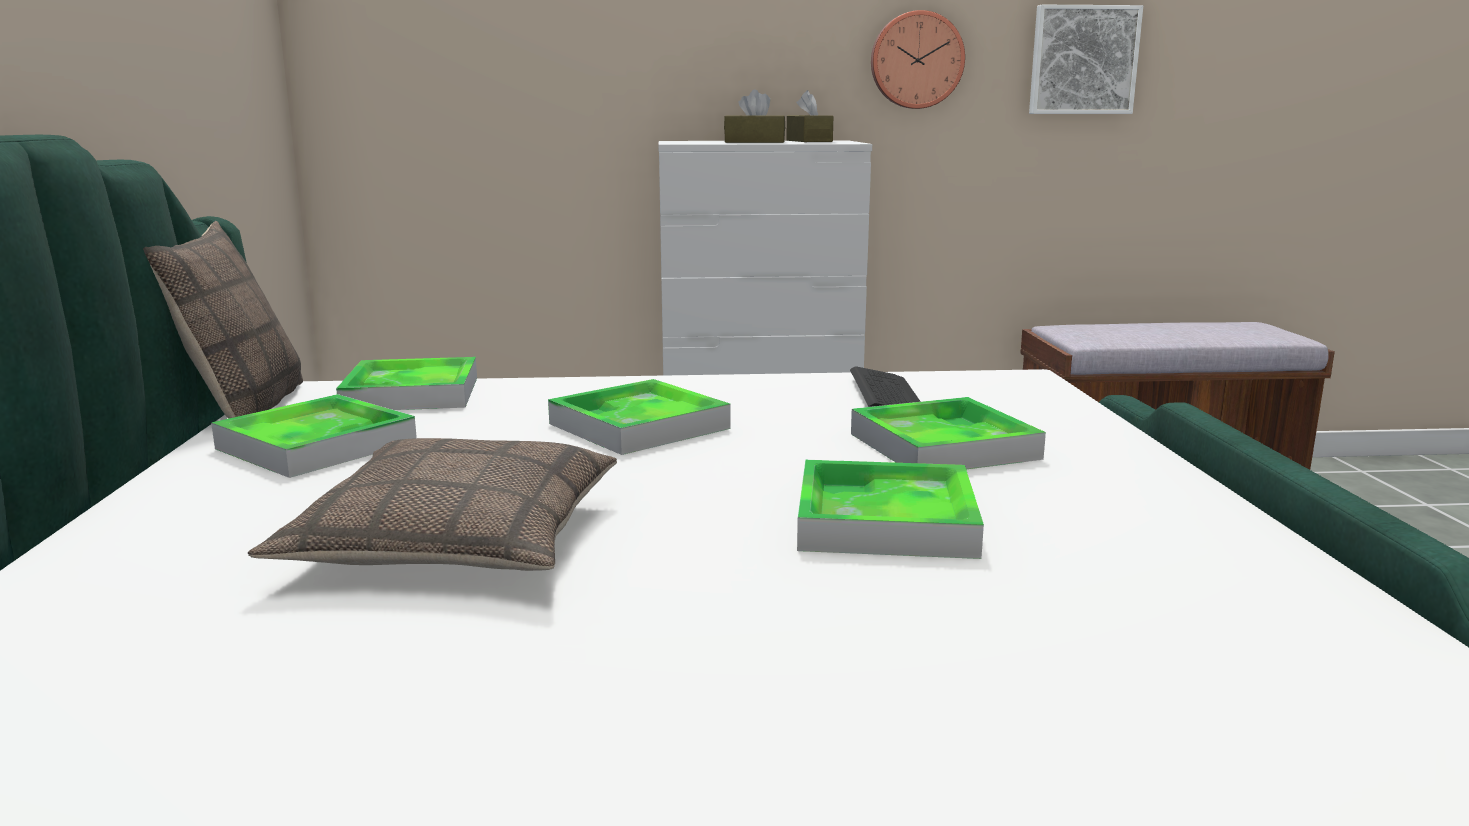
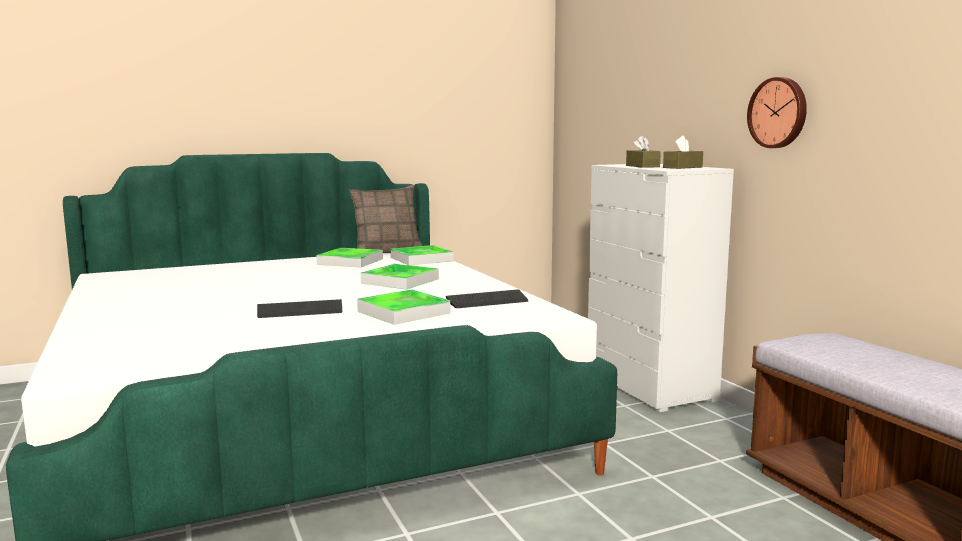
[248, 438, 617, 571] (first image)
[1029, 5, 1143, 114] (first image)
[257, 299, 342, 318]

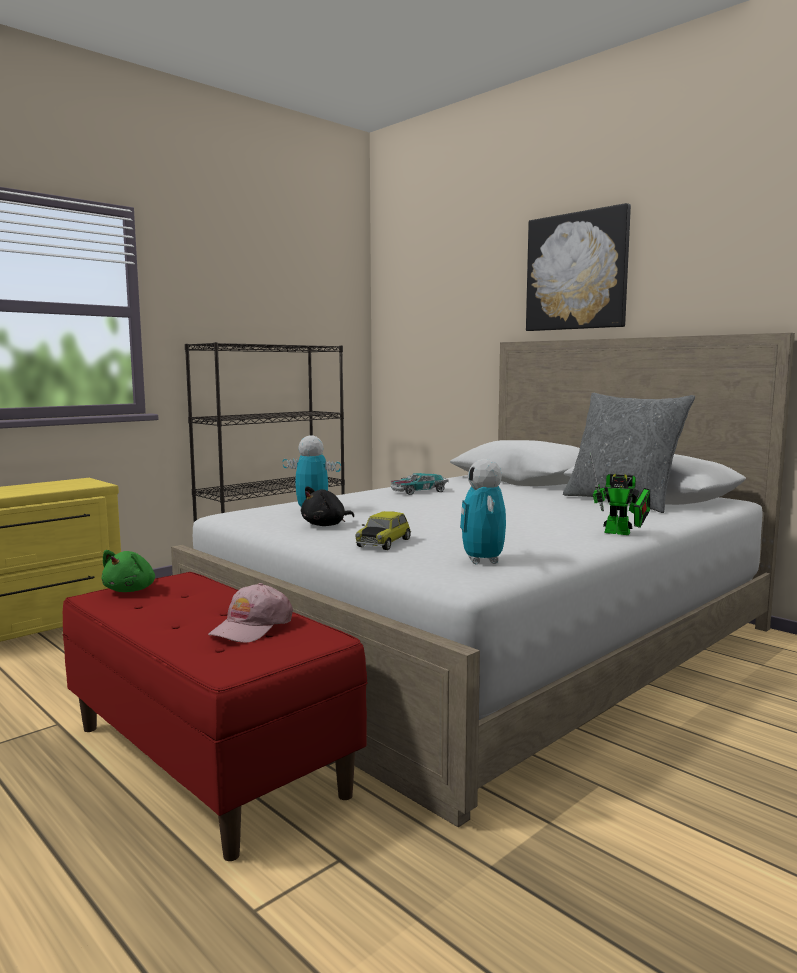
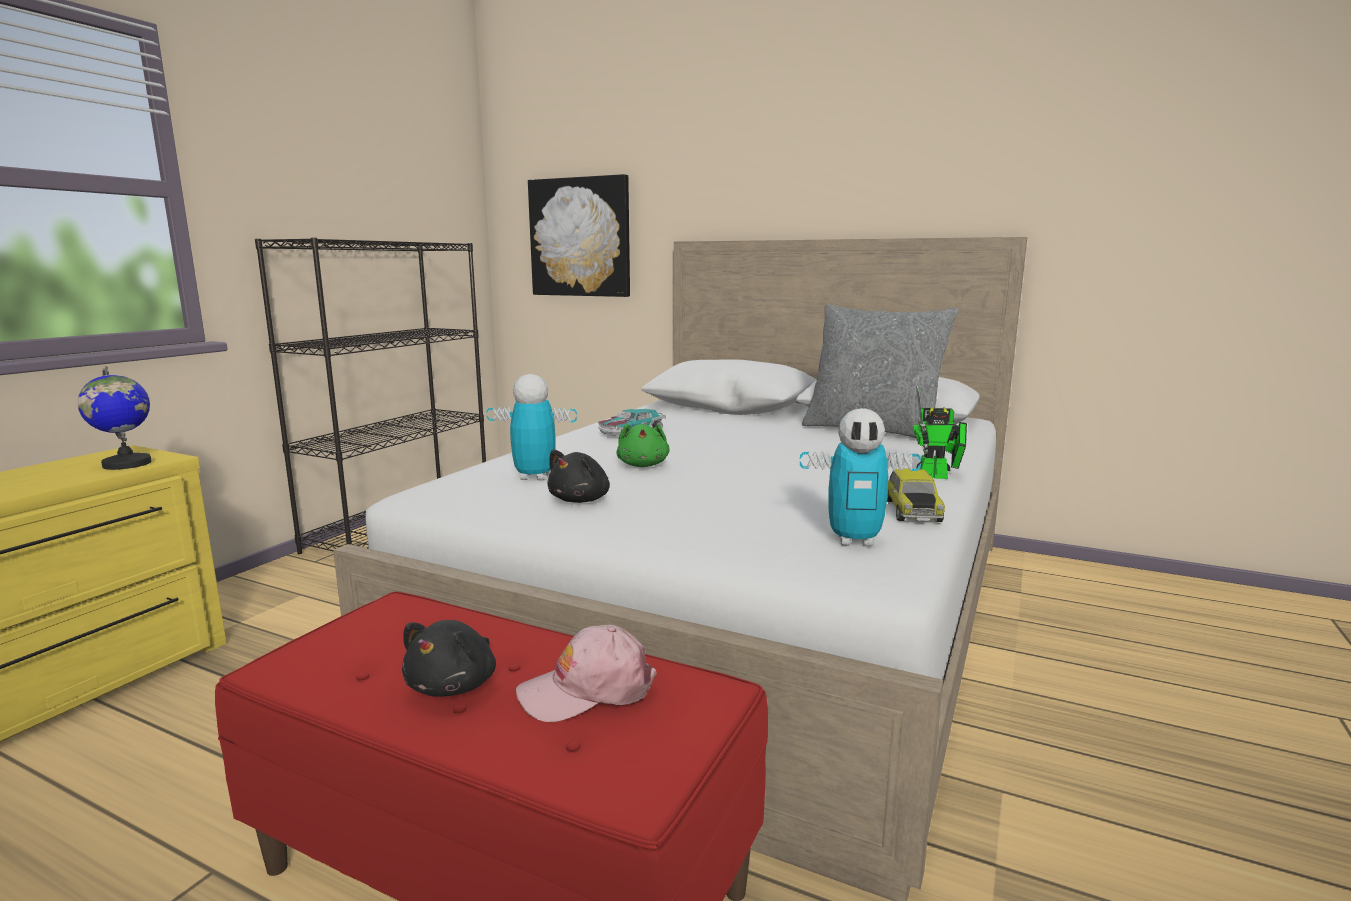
[78, 366, 152, 470]
[402, 620, 496, 697]
[616, 424, 670, 467]
[887, 468, 945, 522]
[528, 174, 630, 297]
[516, 625, 657, 722]
[800, 408, 921, 546]

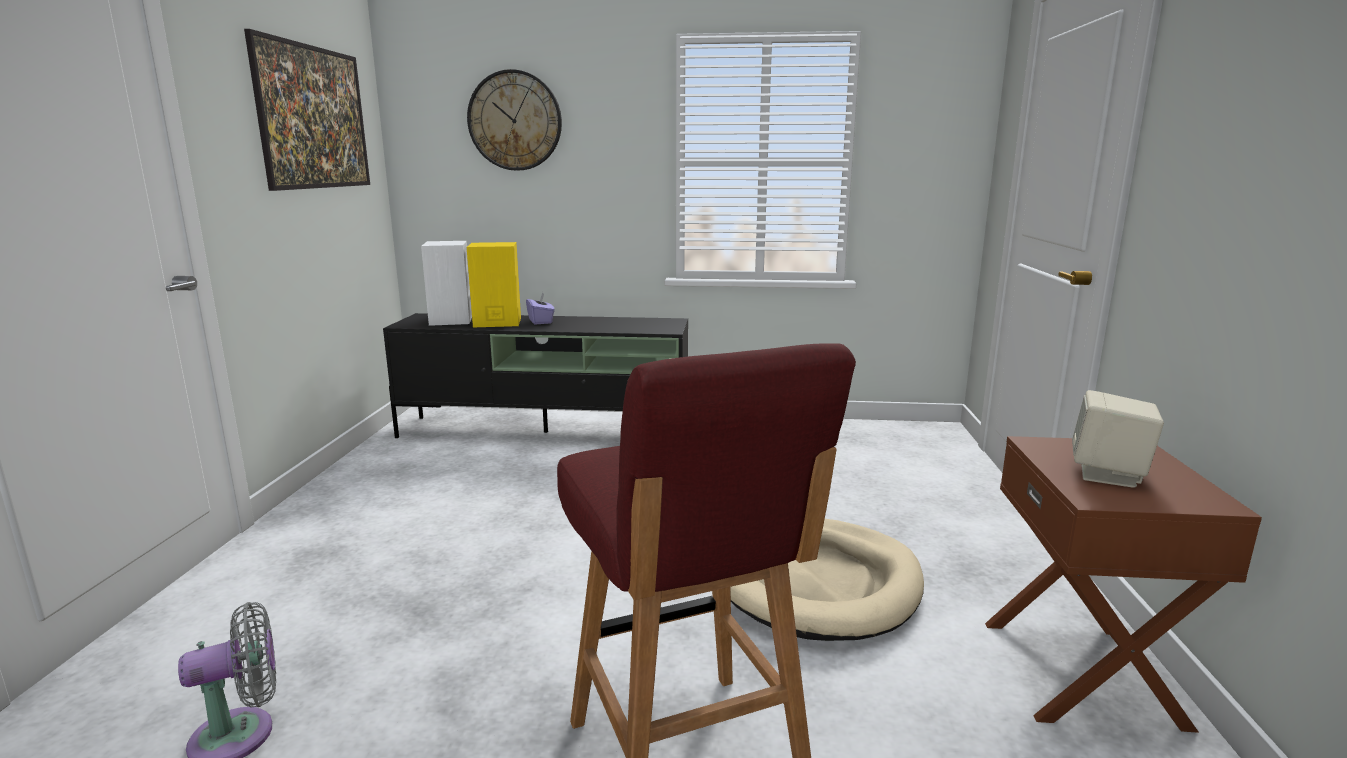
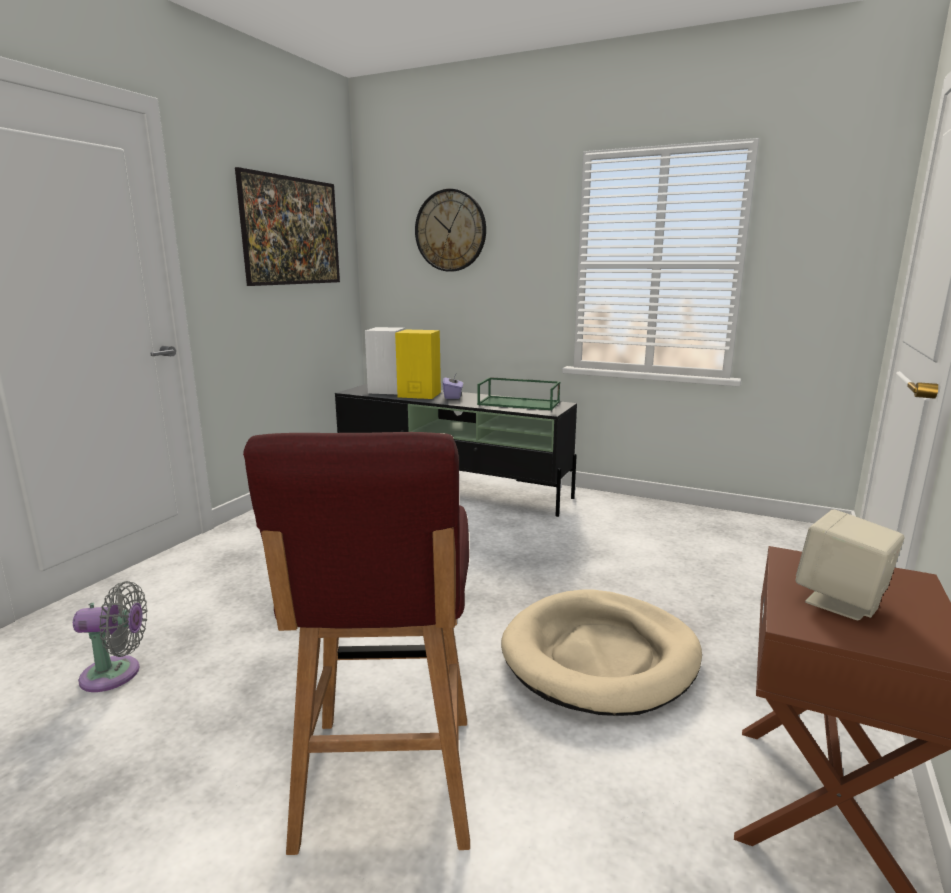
[477, 377, 561, 410]

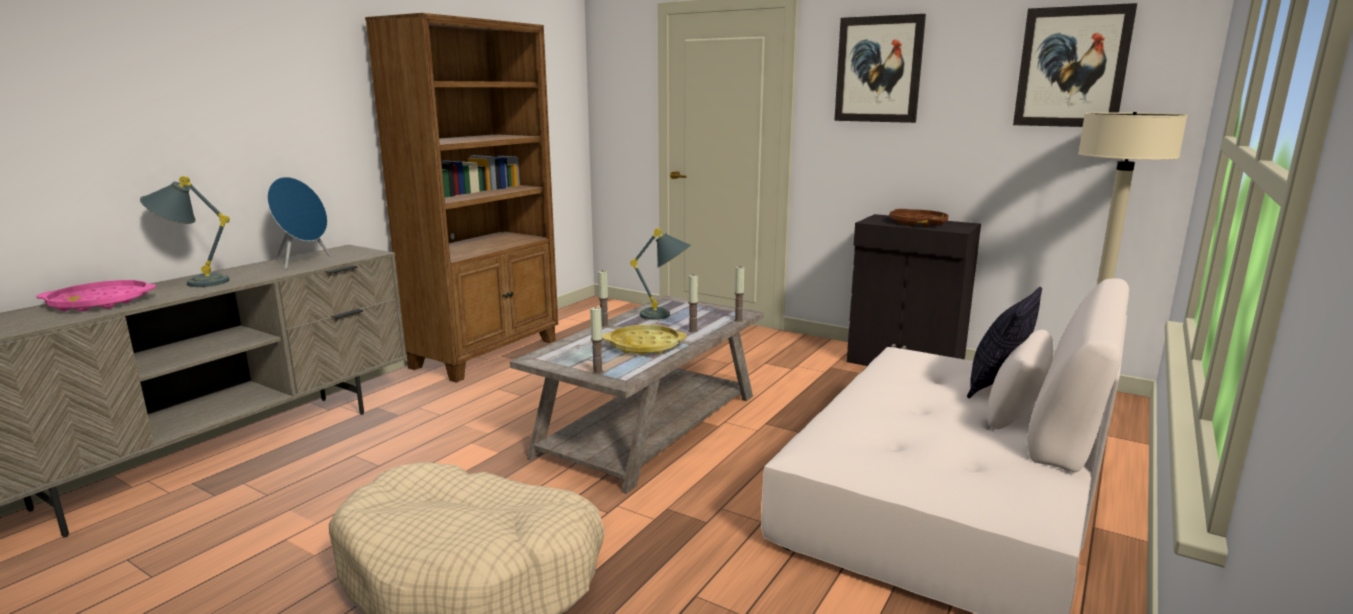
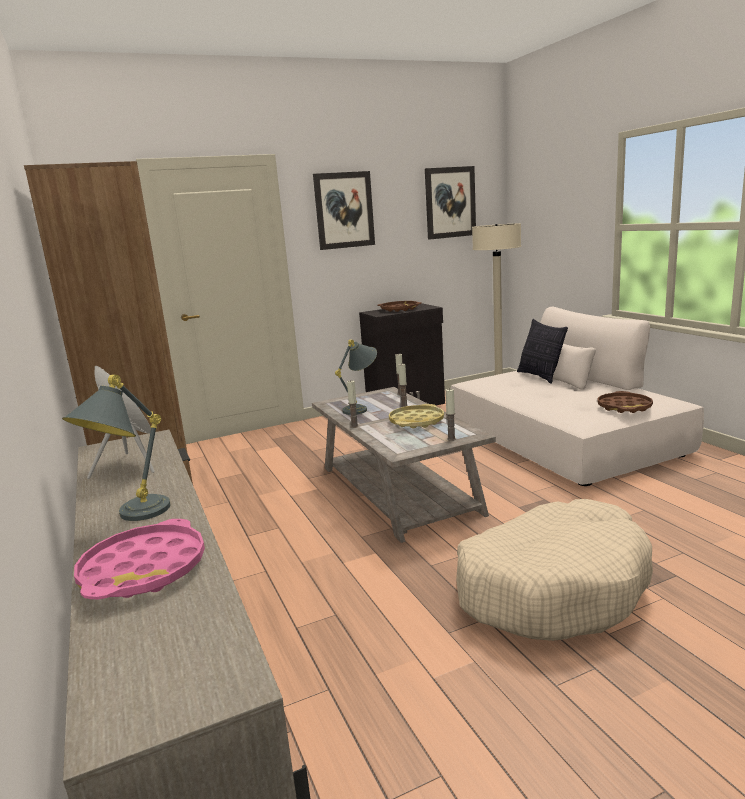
[597, 391, 653, 413]

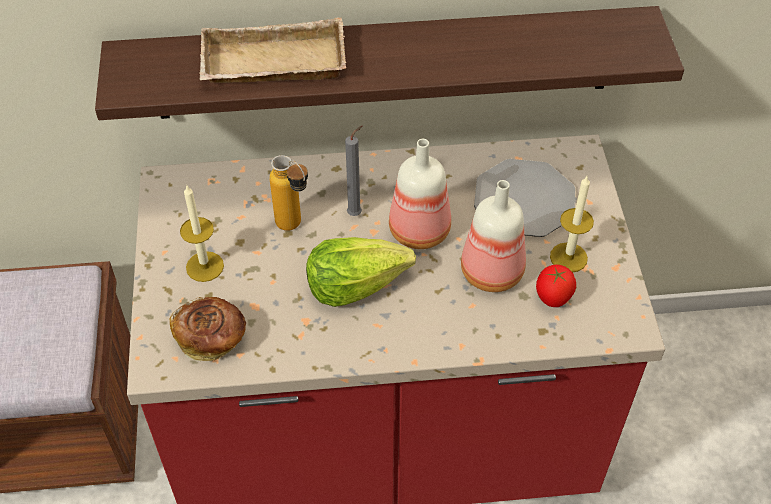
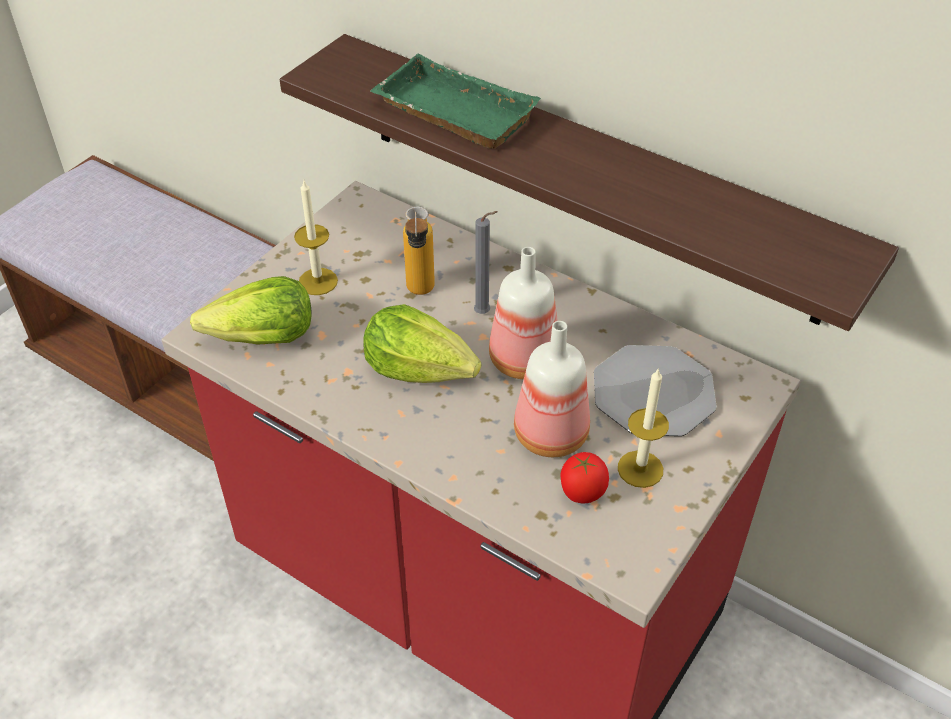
[190, 276, 312, 345]
[370, 54, 541, 149]

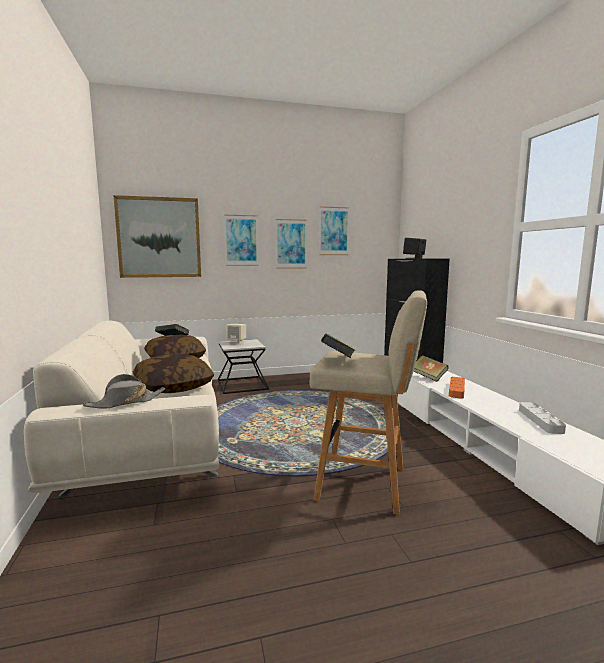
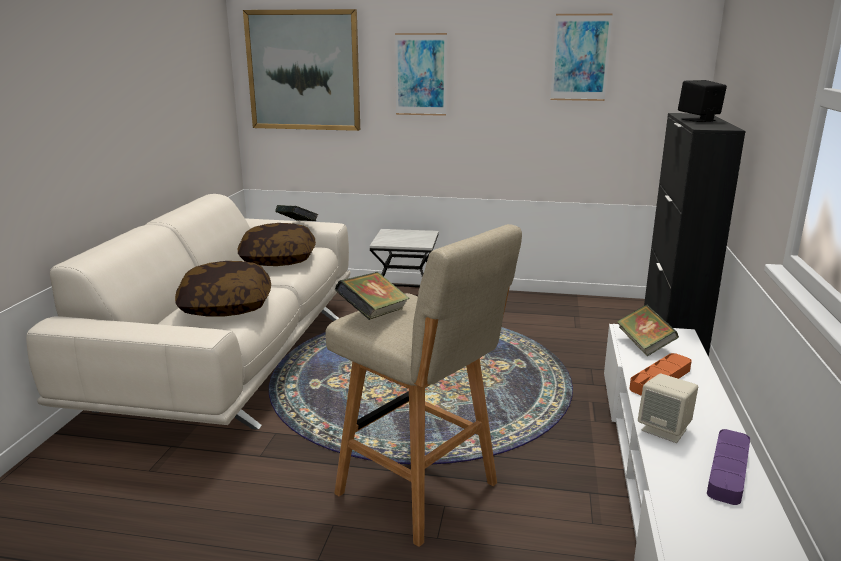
[83, 374, 165, 409] (first image)
[276, 219, 307, 269] (first image)
[638, 373, 698, 443]
[707, 429, 750, 505]

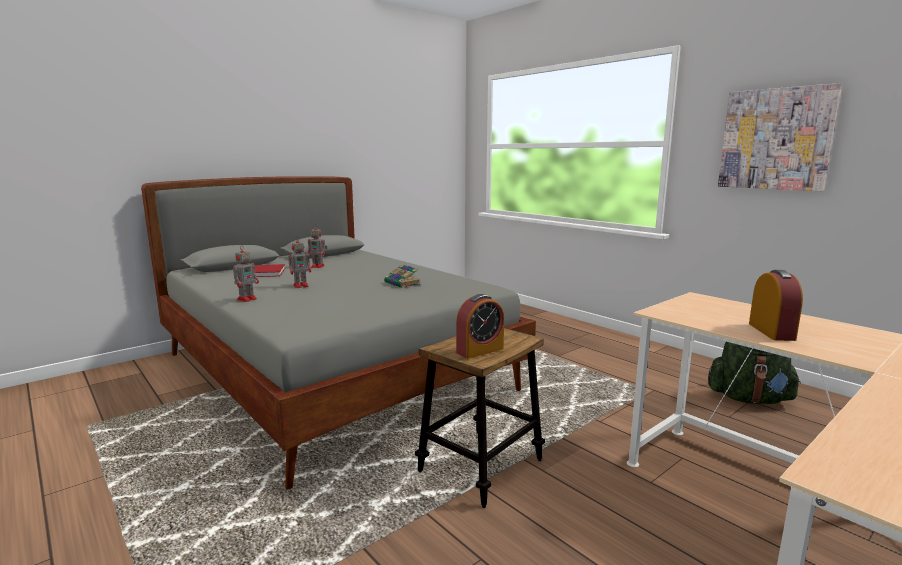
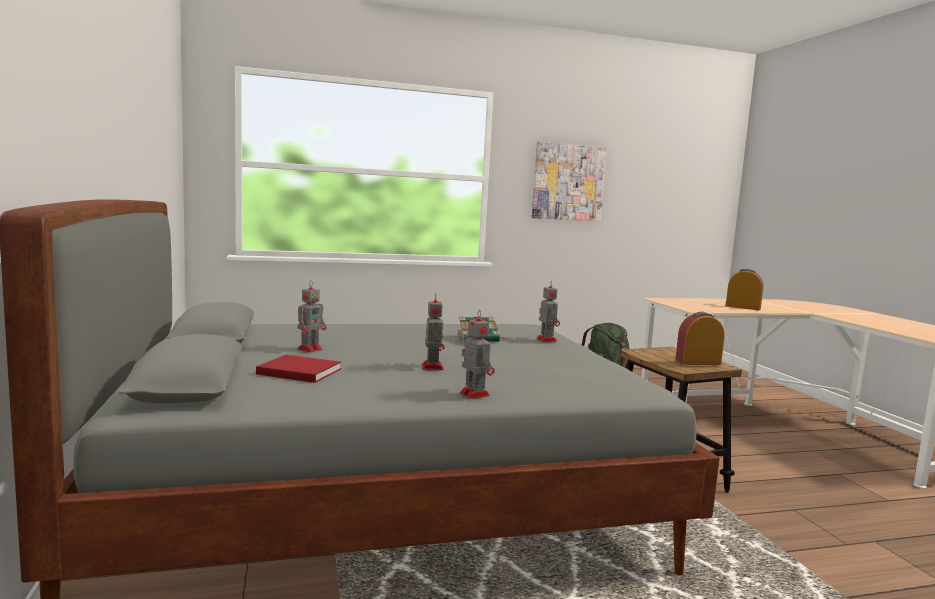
[537, 281, 560, 342]
[675, 312, 725, 365]

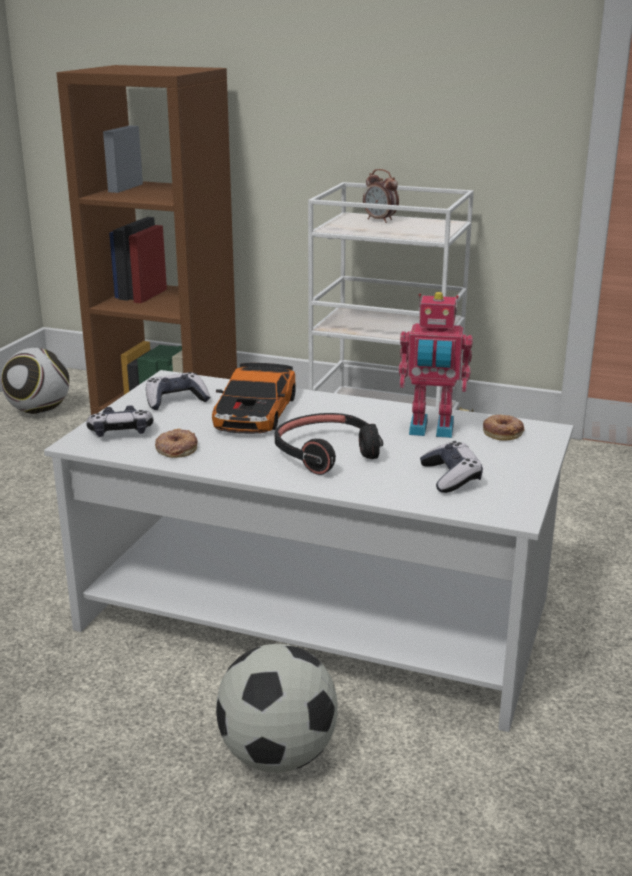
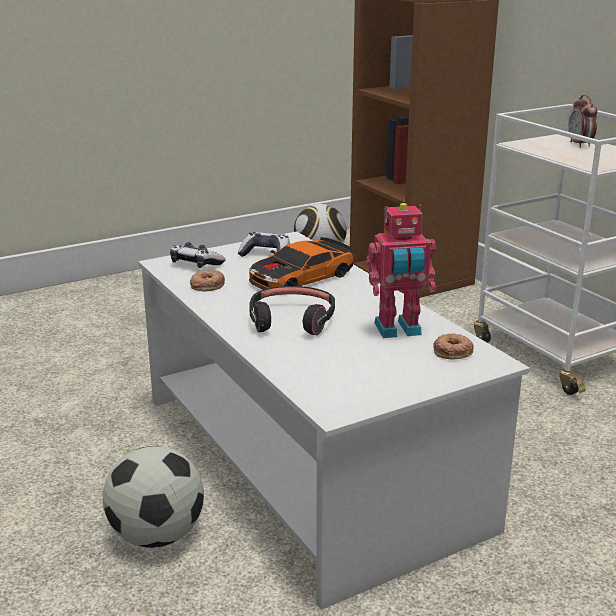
[420, 441, 483, 493] (first image)
[366, 203, 436, 338]

